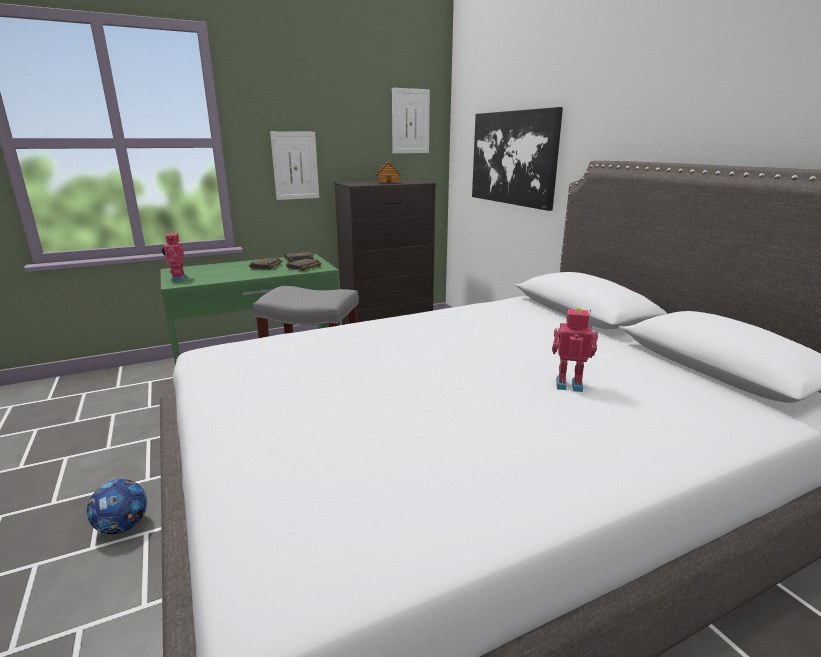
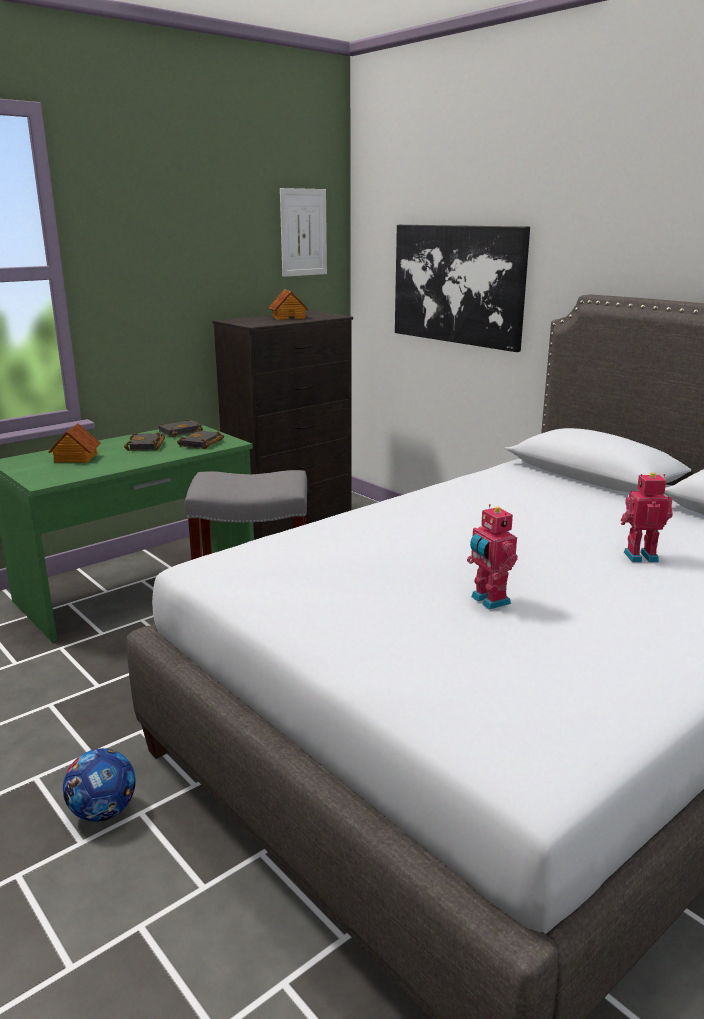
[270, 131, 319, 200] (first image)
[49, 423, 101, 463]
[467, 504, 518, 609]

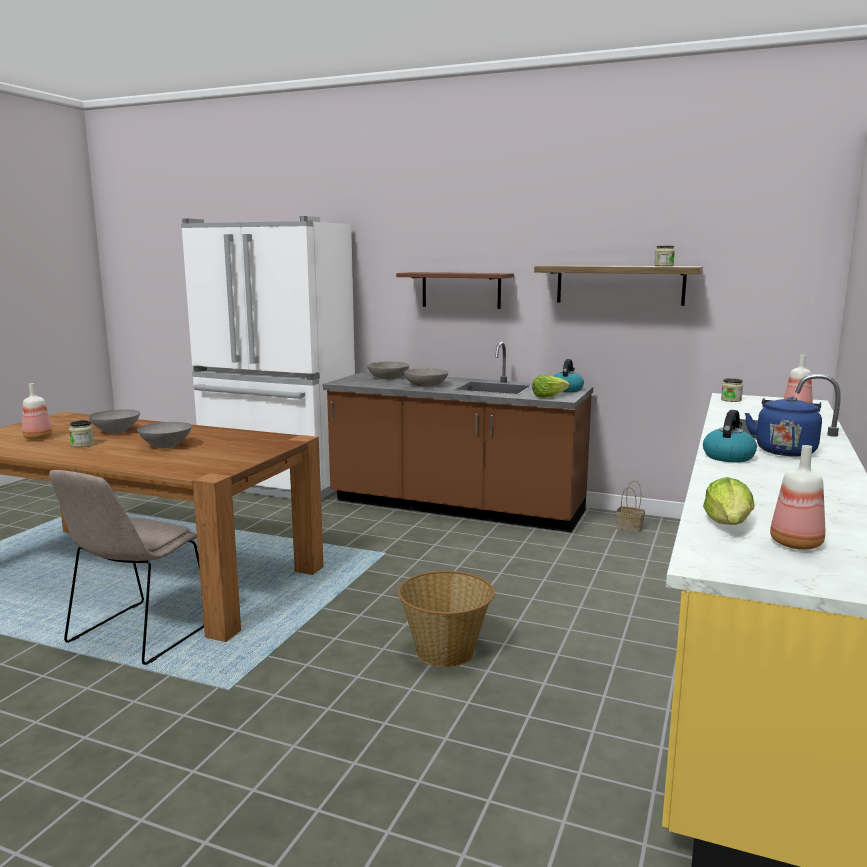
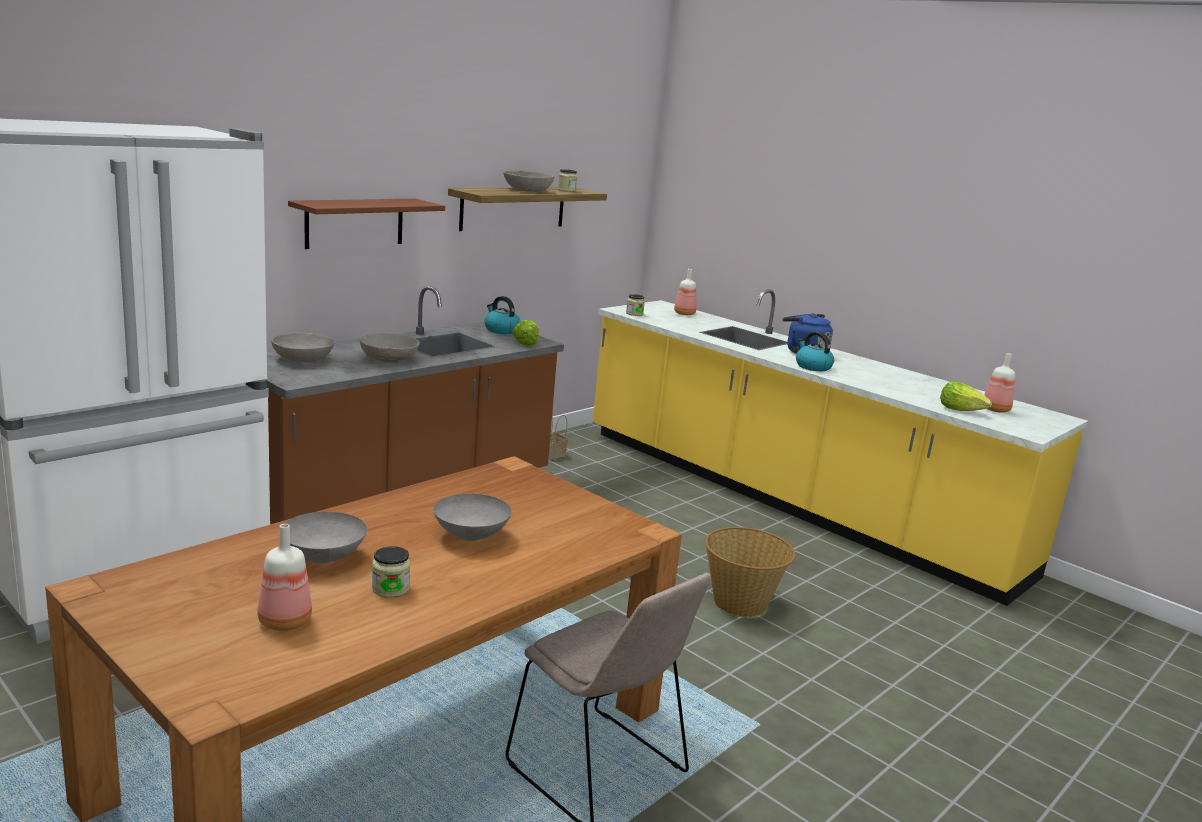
[503, 170, 554, 192]

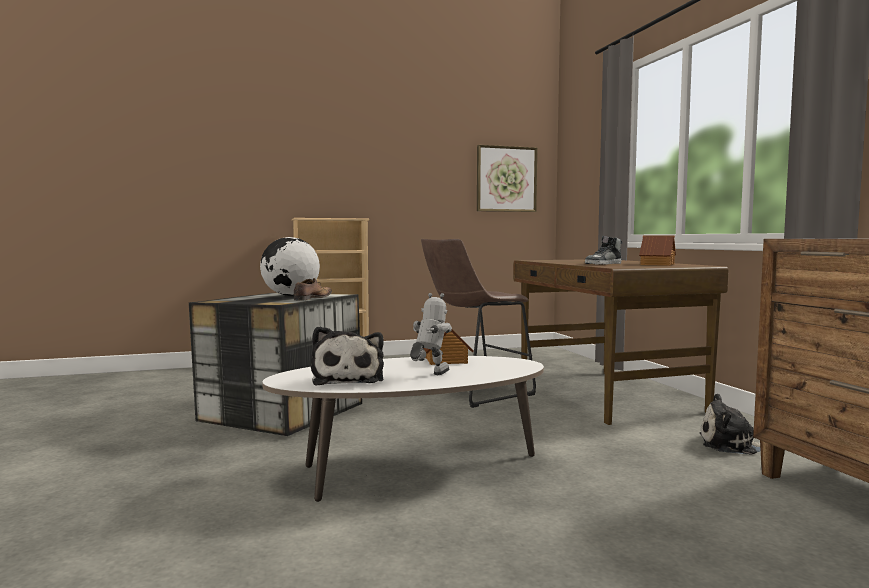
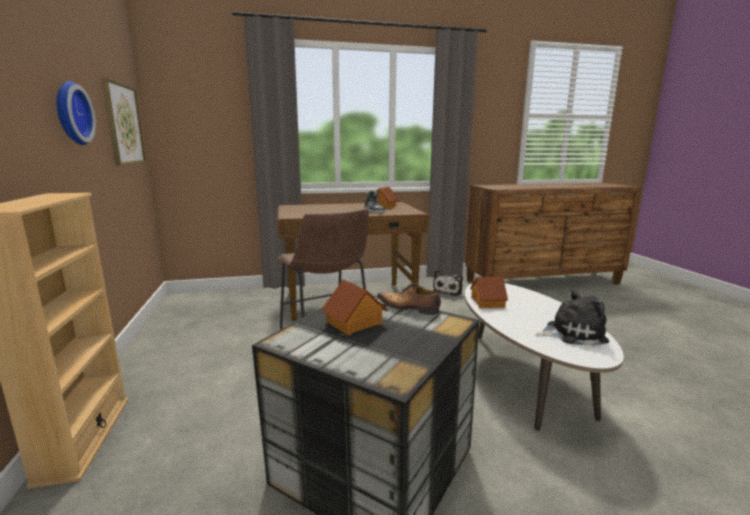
[410, 293, 452, 375] (first image)
[56, 81, 96, 145]
[321, 279, 388, 335]

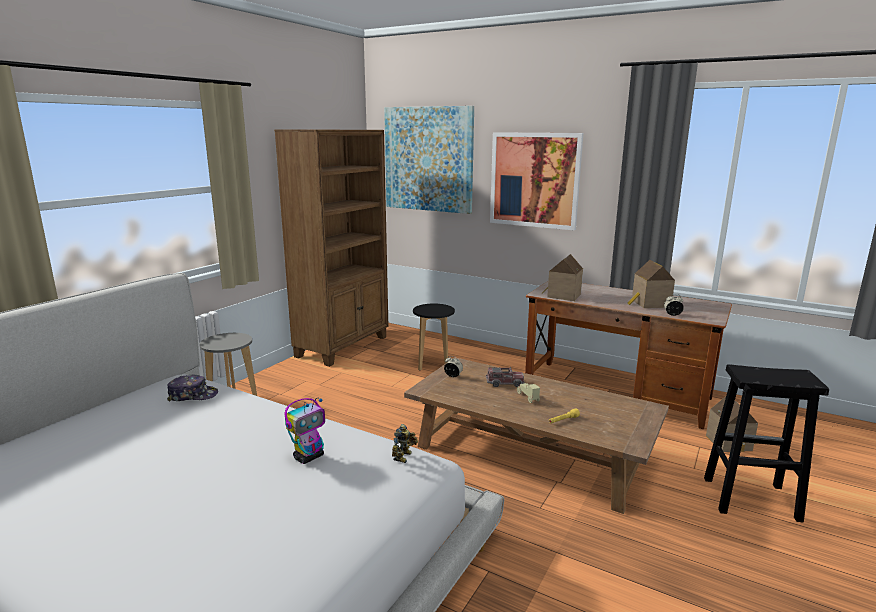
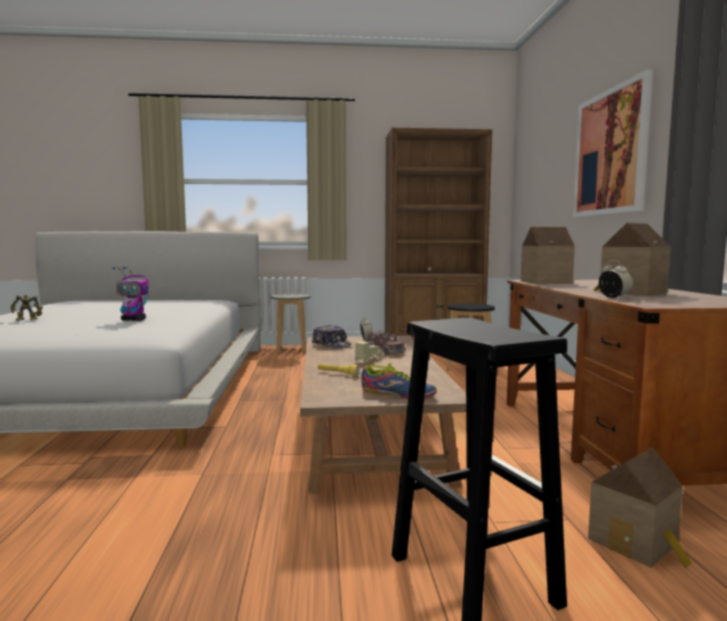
[384, 106, 474, 214] (first image)
[361, 363, 437, 398]
[312, 325, 351, 348]
[10, 295, 43, 321]

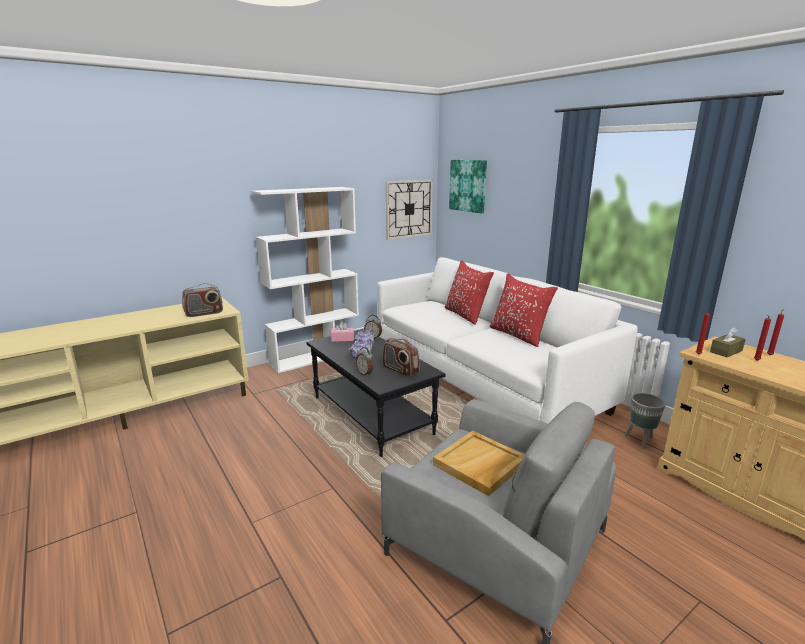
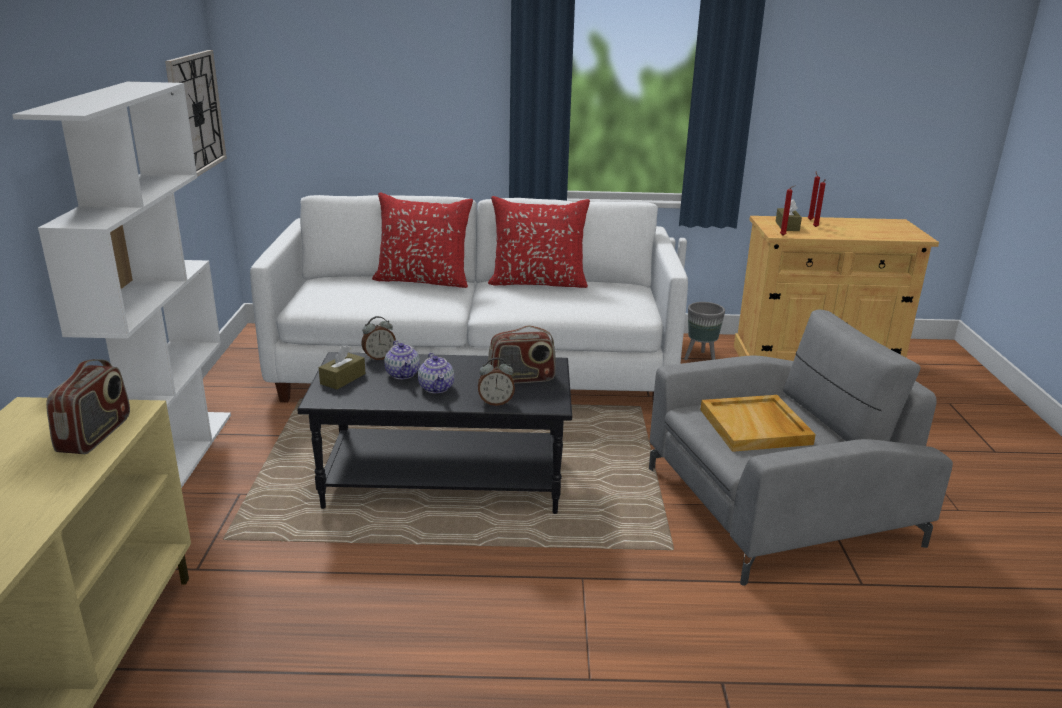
[449, 160, 487, 214] (first image)
[319, 346, 365, 390]

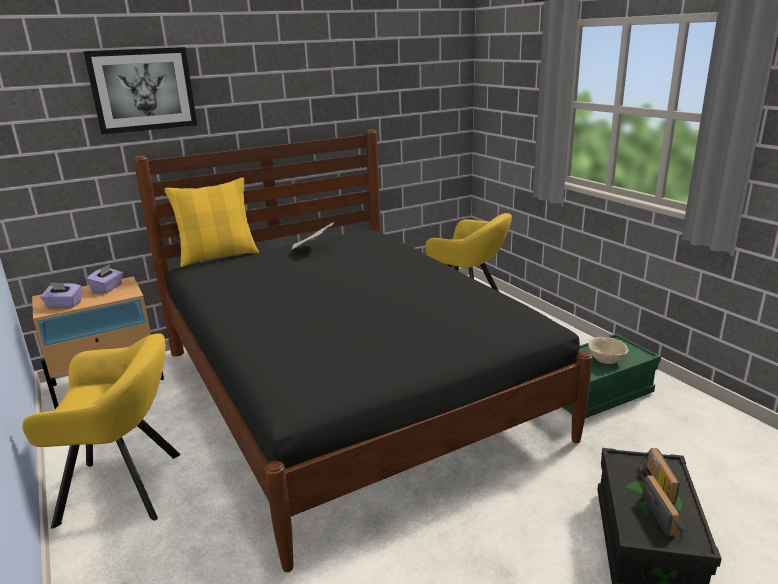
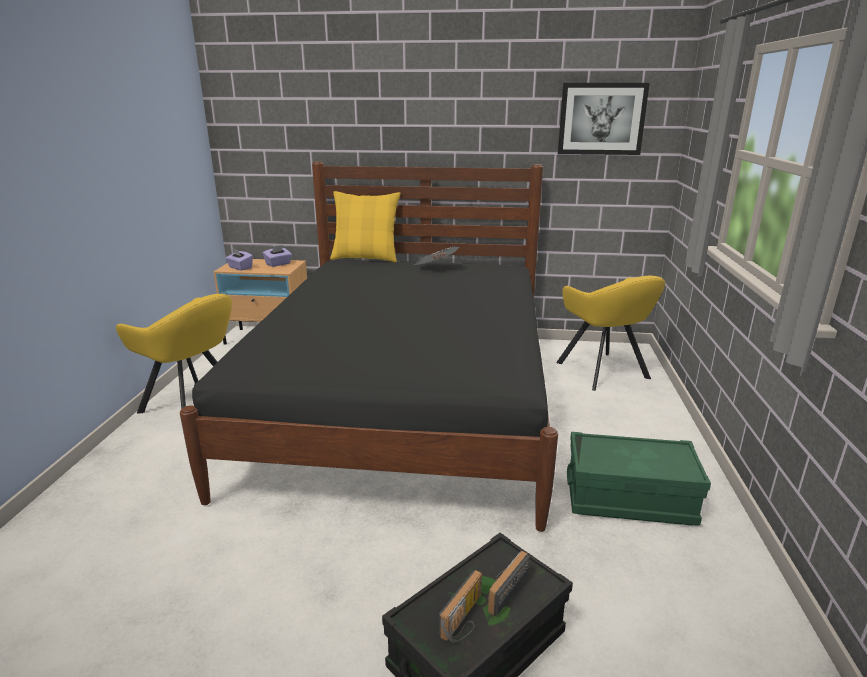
[588, 337, 628, 364] (first image)
[558, 83, 650, 155]

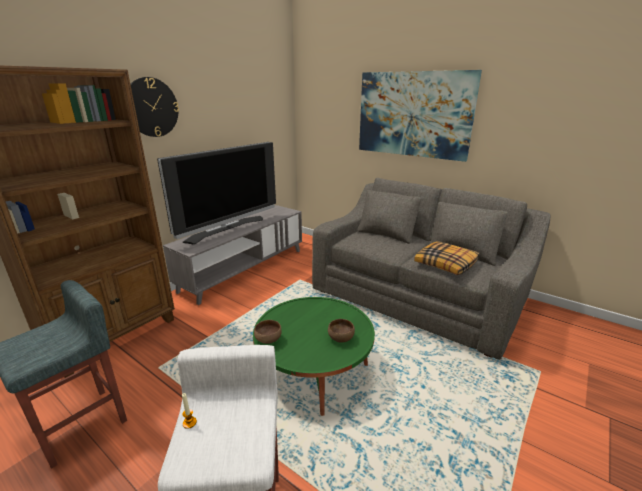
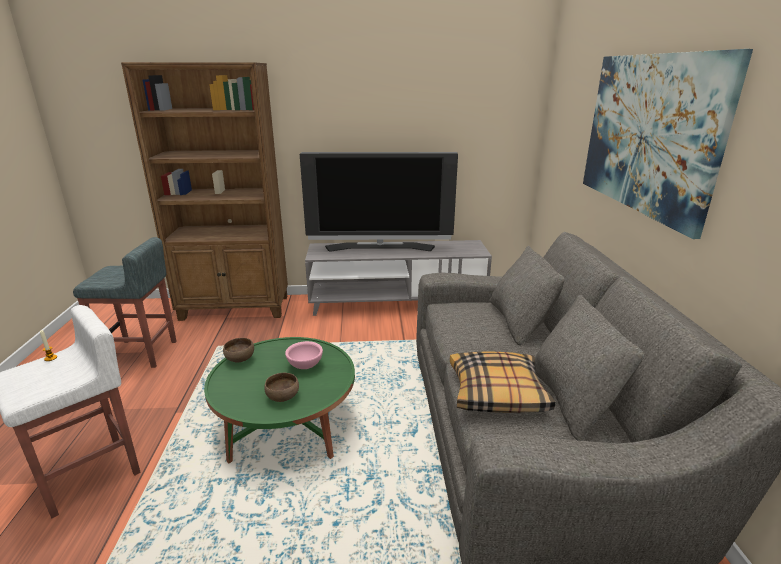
[130, 77, 179, 137] (first image)
[285, 341, 323, 369]

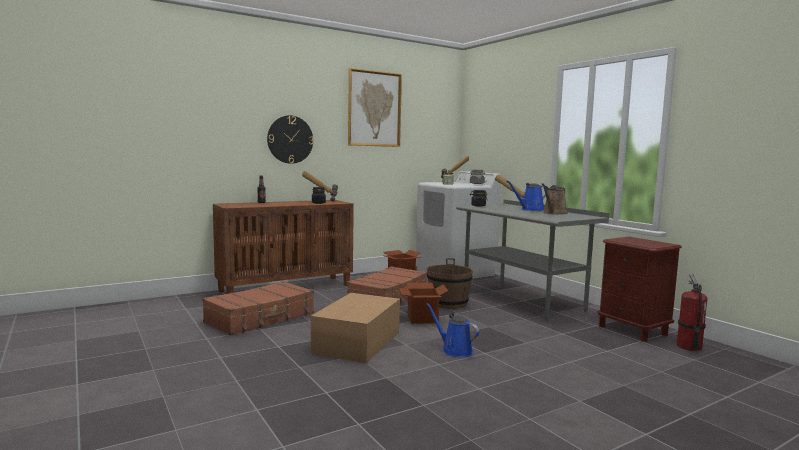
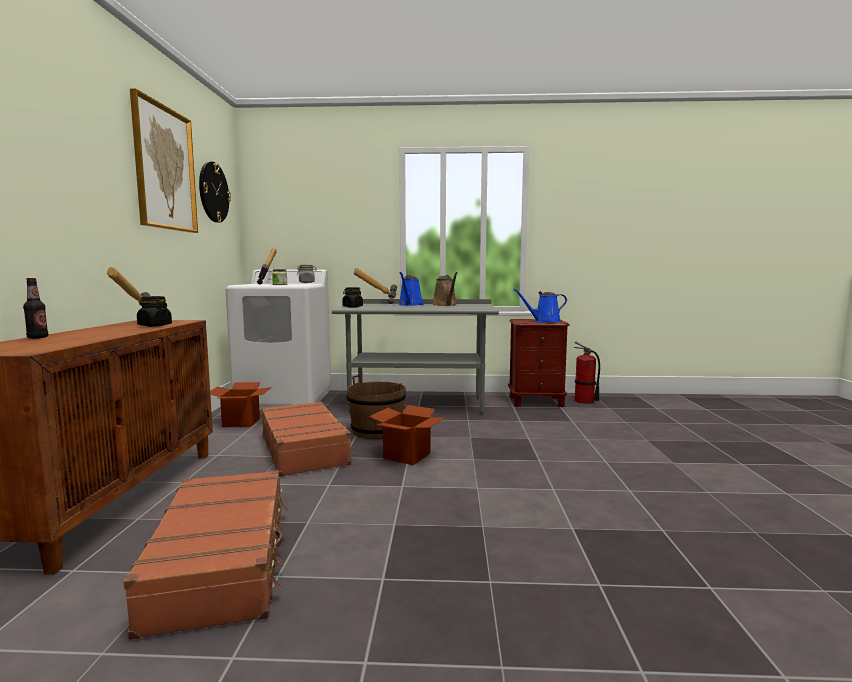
[311, 293, 400, 363] (first image)
[199, 162, 231, 223]
[513, 289, 567, 322]

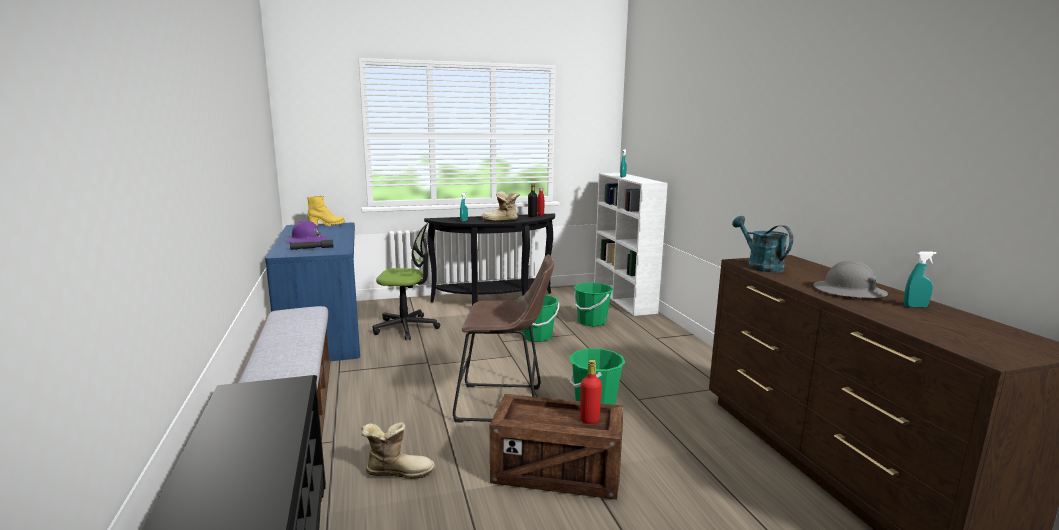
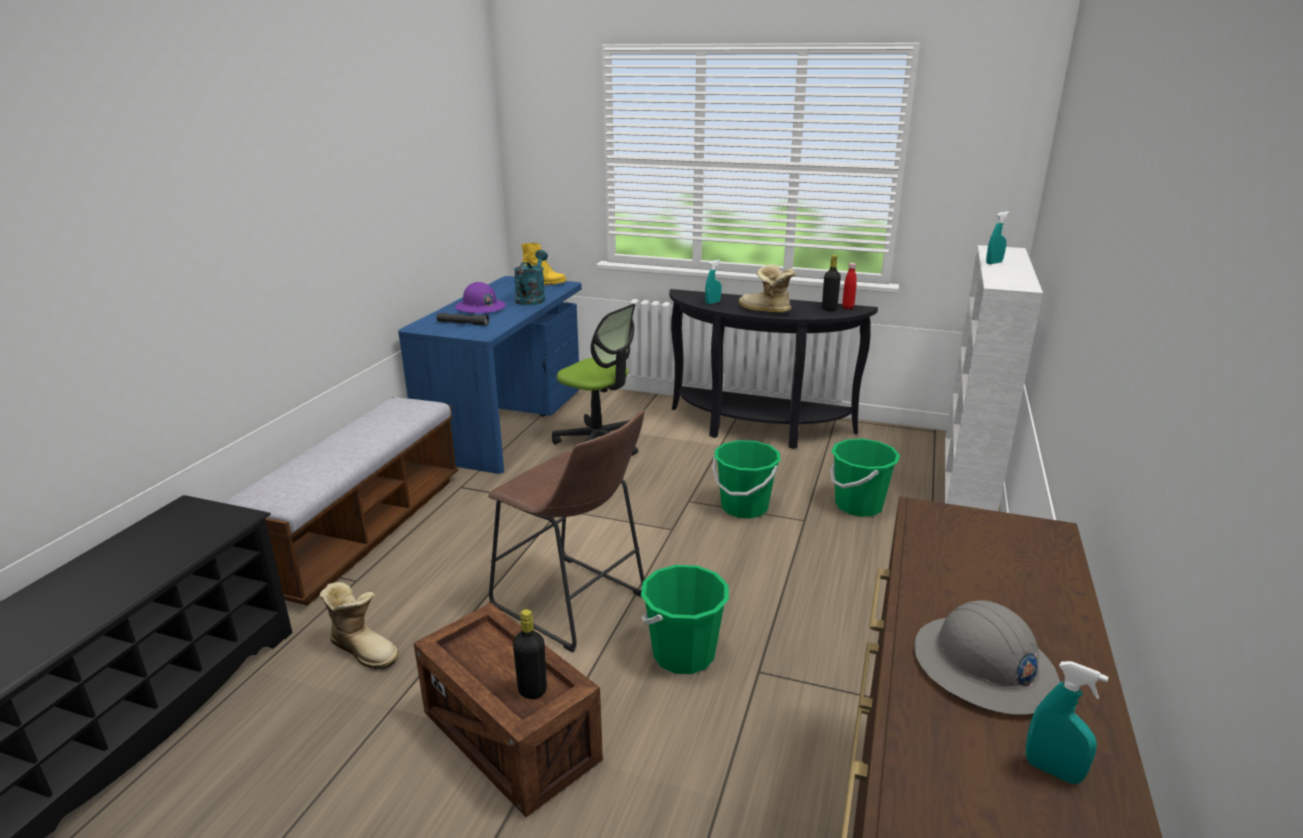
[514, 250, 548, 305]
[513, 609, 547, 699]

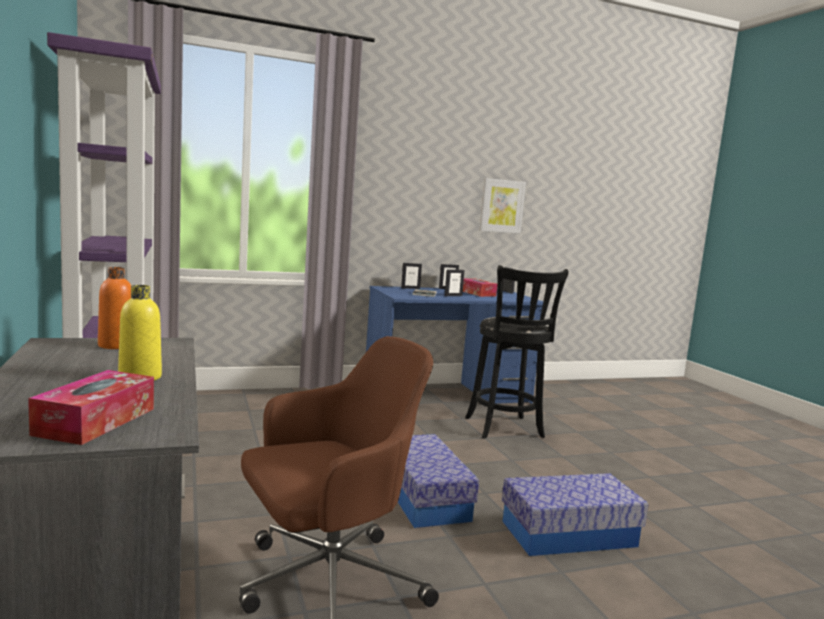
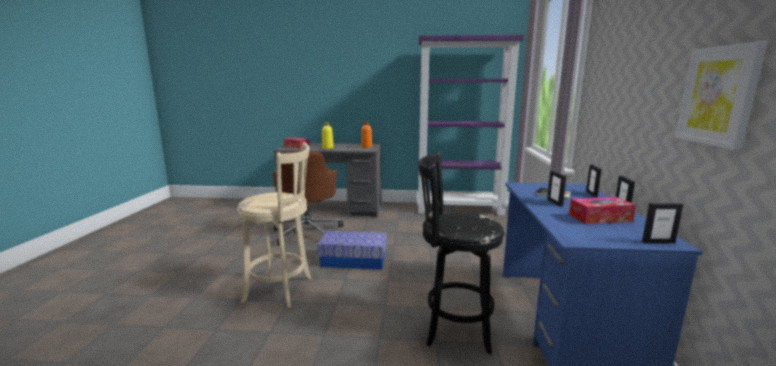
[237, 142, 312, 308]

